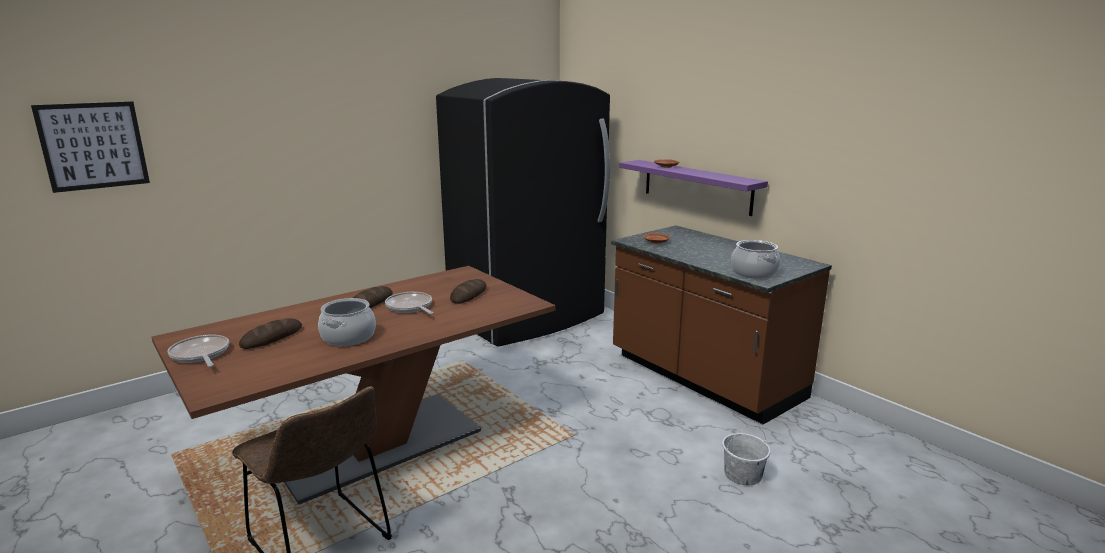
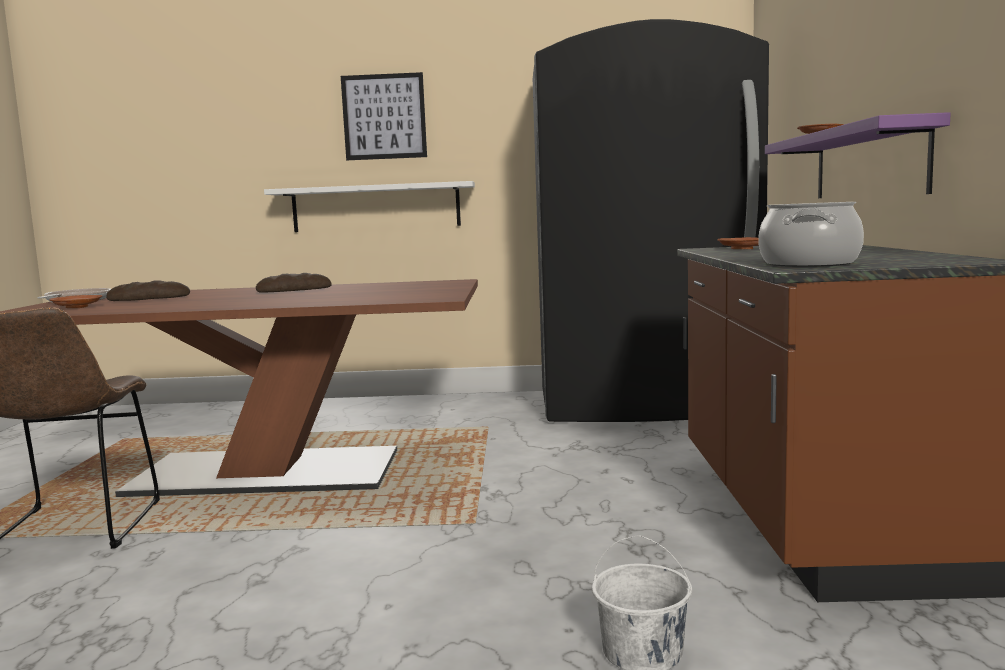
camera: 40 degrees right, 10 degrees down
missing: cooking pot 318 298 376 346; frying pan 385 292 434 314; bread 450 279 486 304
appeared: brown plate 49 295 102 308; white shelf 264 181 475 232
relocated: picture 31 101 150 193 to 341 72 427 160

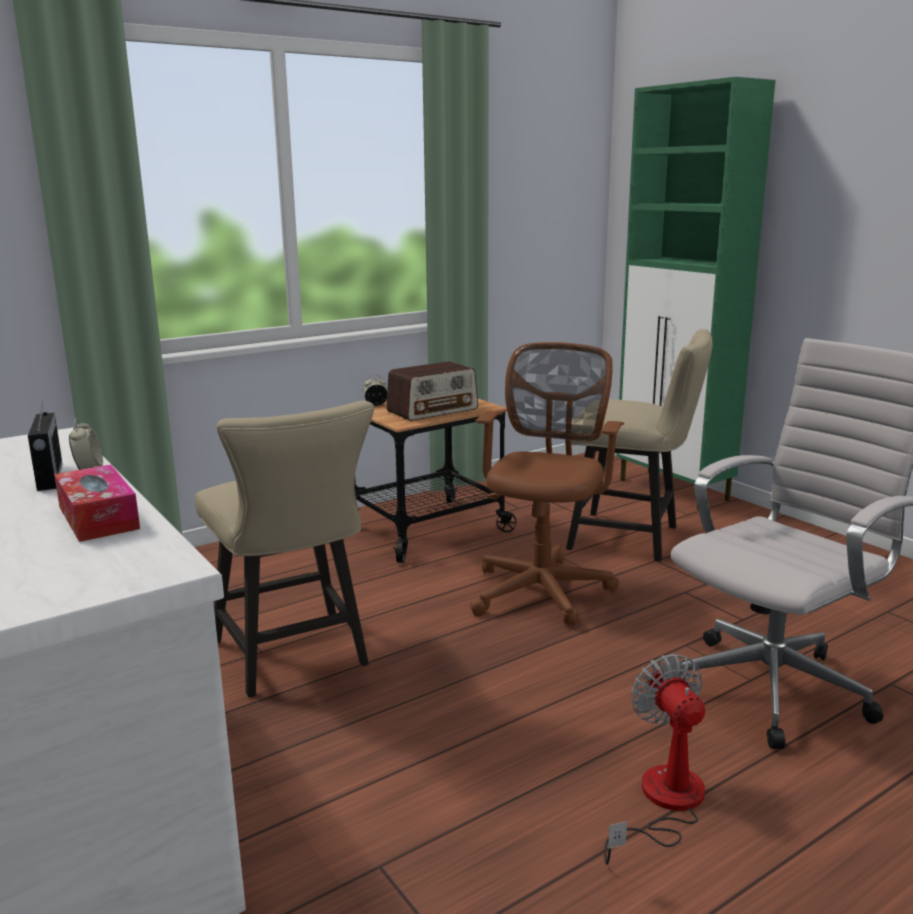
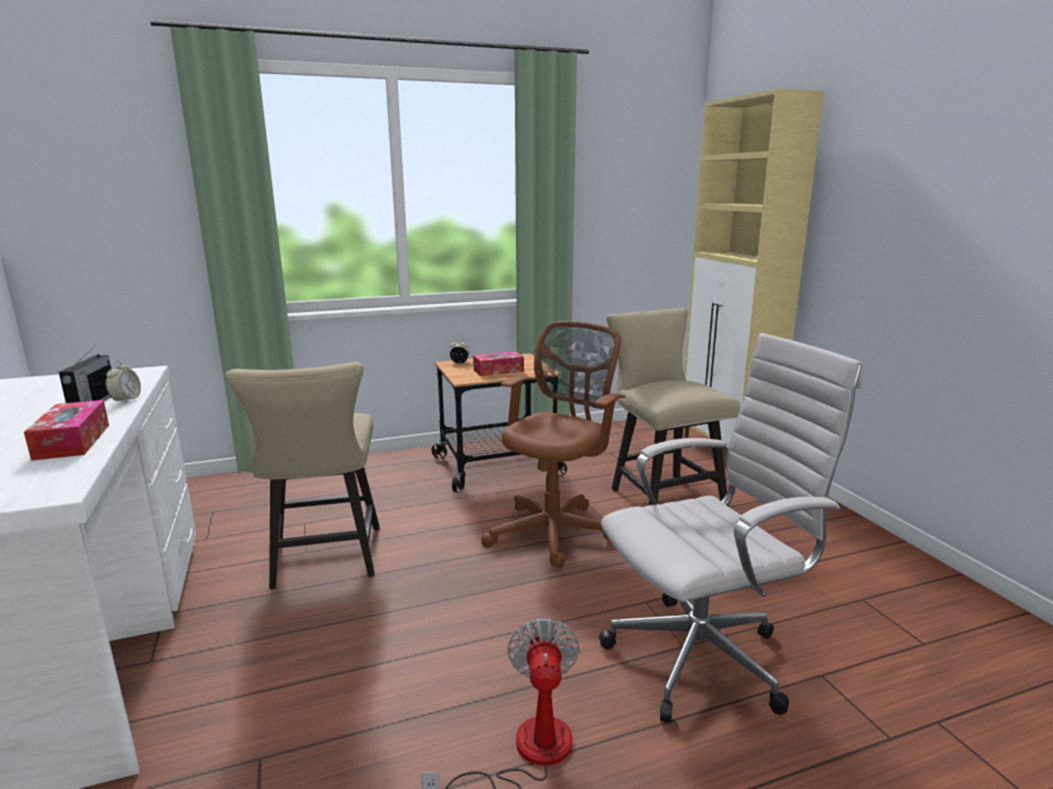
camera: 15 degrees right, 0 degrees up
exchanged: radio 386 361 478 421 to tissue box 473 351 524 376
colour: green cabinet 616 77 776 510 to beige cabinet 684 89 824 446
spun: beige chair 566 329 712 561 = 606 308 740 507 150 degrees counterclockwise

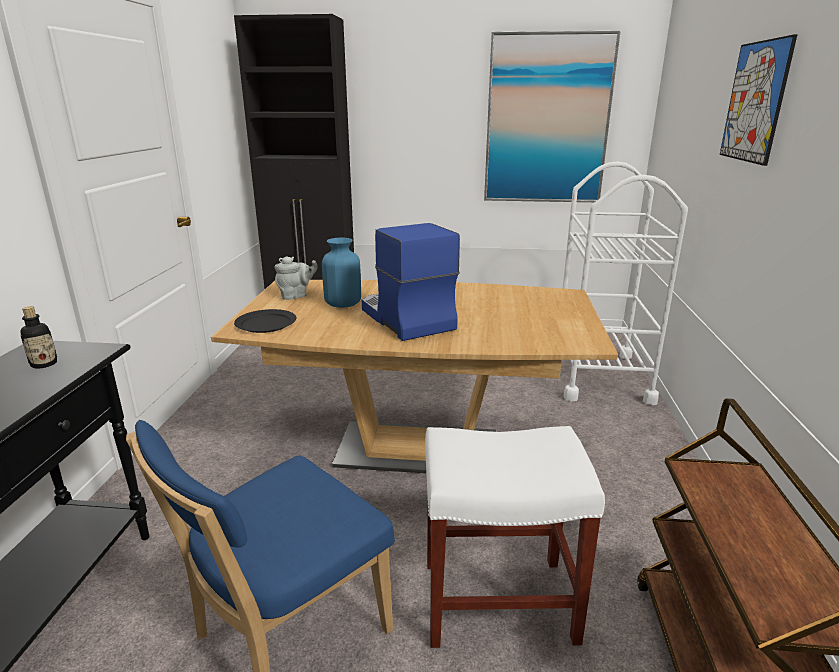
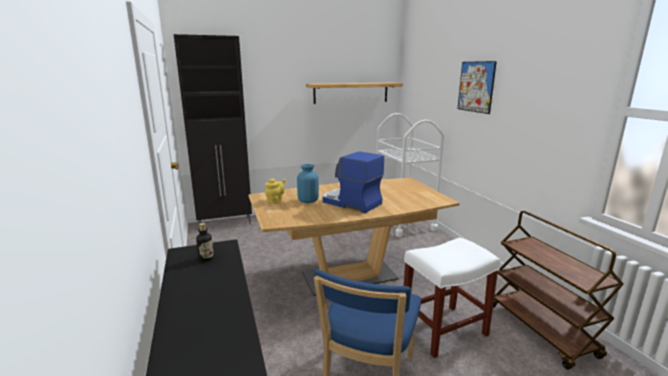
camera: 25 degrees left, 5 degrees down
missing: black plate 234 309 296 333
exchanged: picture 484 31 621 202 to shelf 306 83 403 104
colour: grey teapot 275 256 318 300 to yellow teapot 265 178 285 204

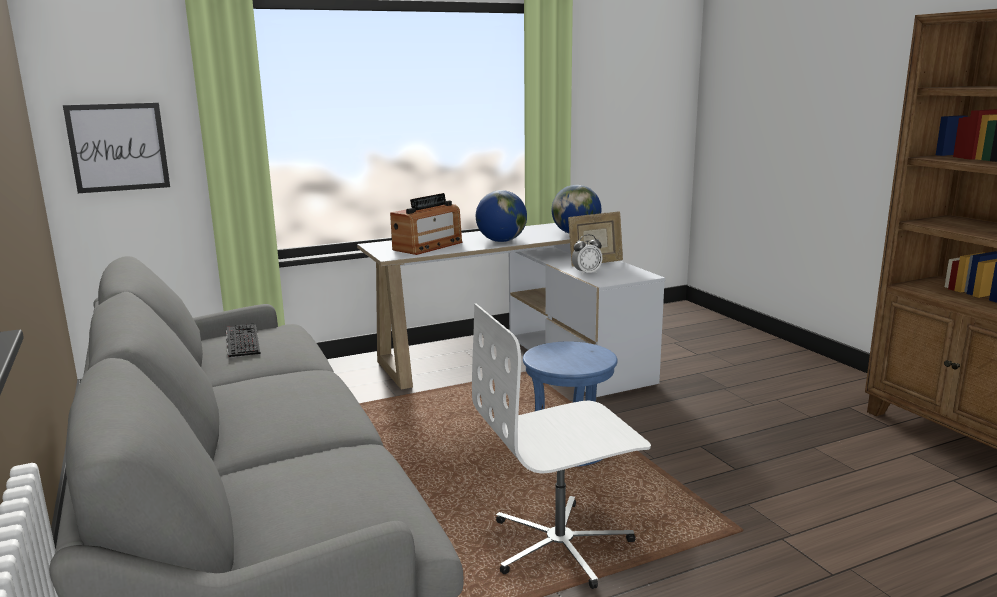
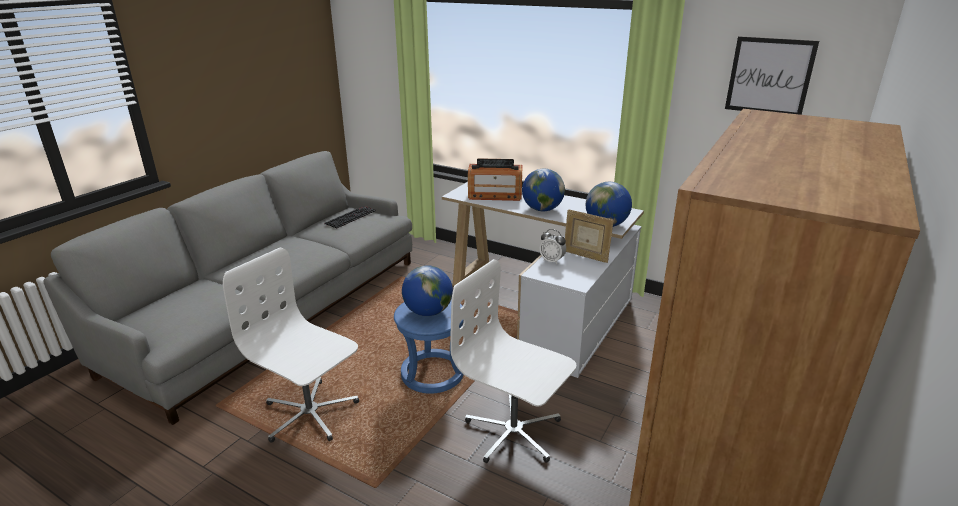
camera: 55 degrees right, 10 degrees up
appeared: globe 402 265 453 316; white office chair 450 259 576 463
relocated: picture 63 103 170 193 to 725 36 819 115

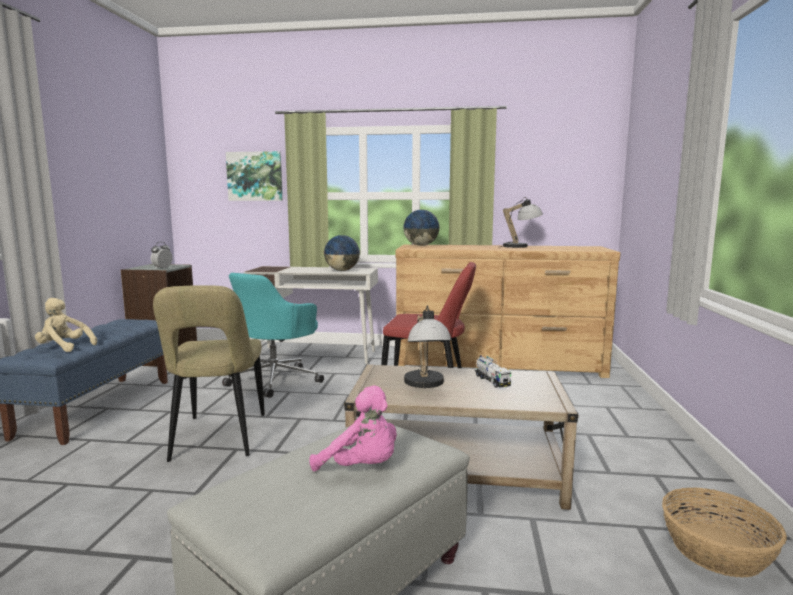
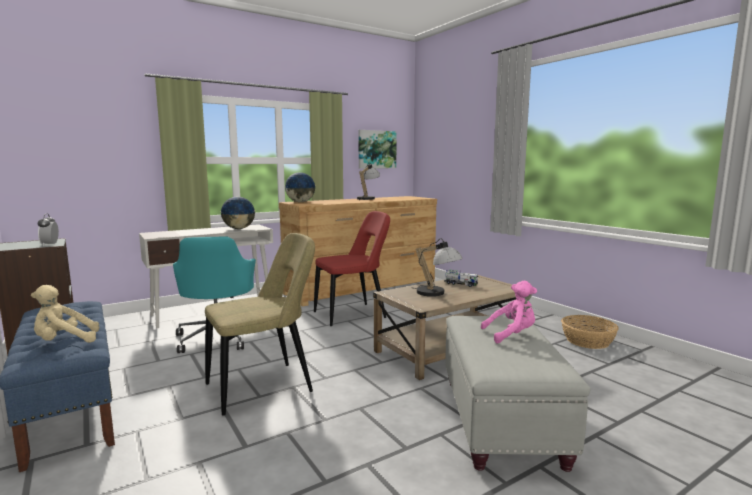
camera: 40 degrees left, 0 degrees up
relocated: picture 226 151 283 201 to 358 130 397 169
spun: beige chair 153 285 265 462 = 205 233 315 416 75 degrees counterclockwise

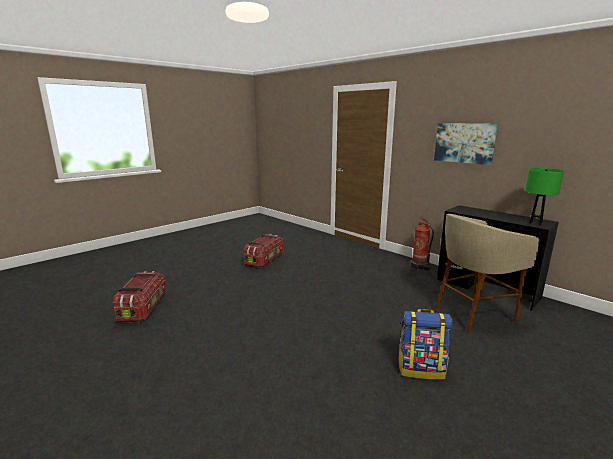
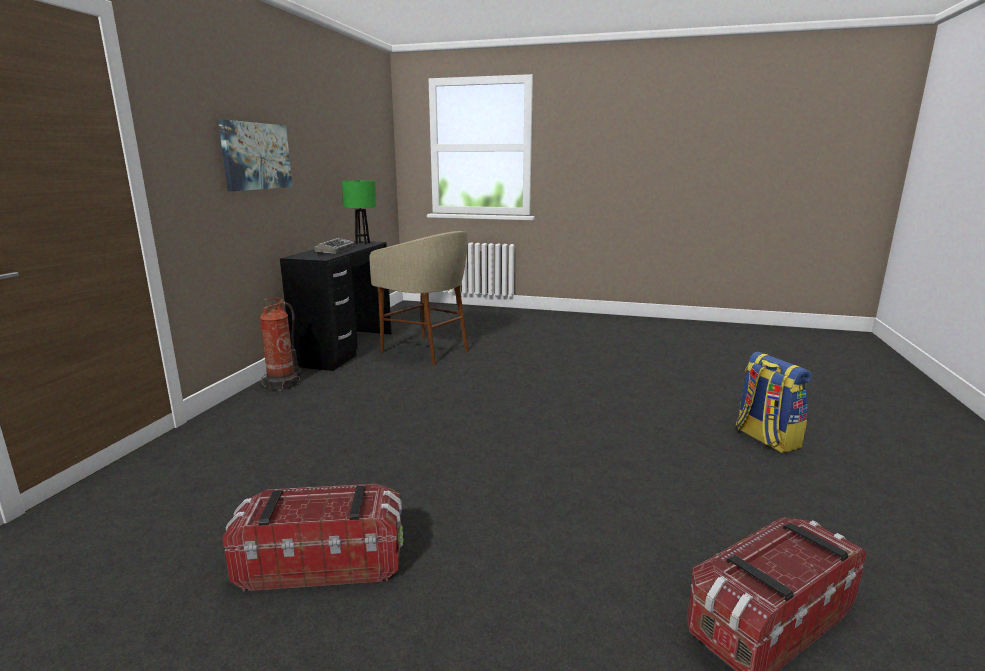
camera: 120 degrees left, 0 degrees up
appeared: keyboard 314 238 355 254
relocated: backpack 398 309 453 380 to 736 352 812 453

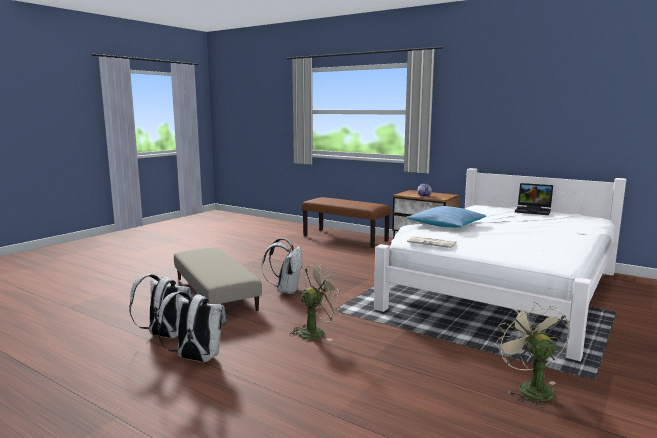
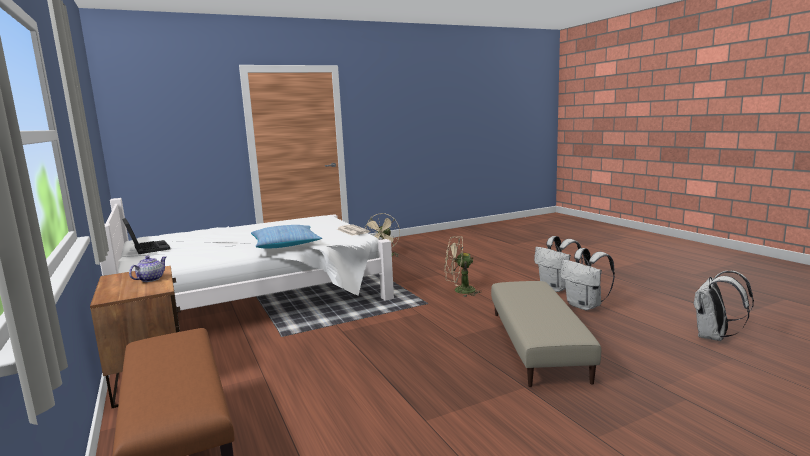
camera: 150 degrees left, 0 degrees up
relocated: white backpack 262 238 302 295 to 693 271 754 341

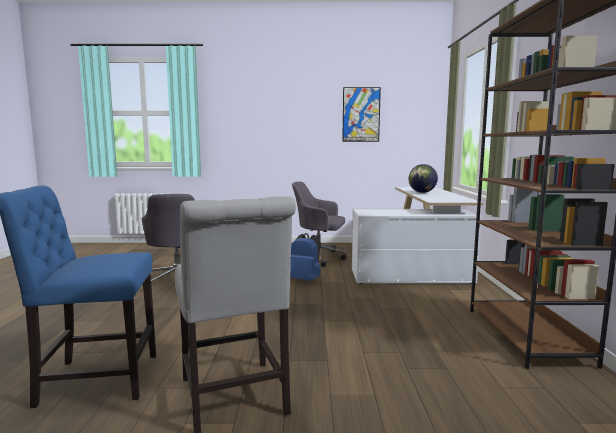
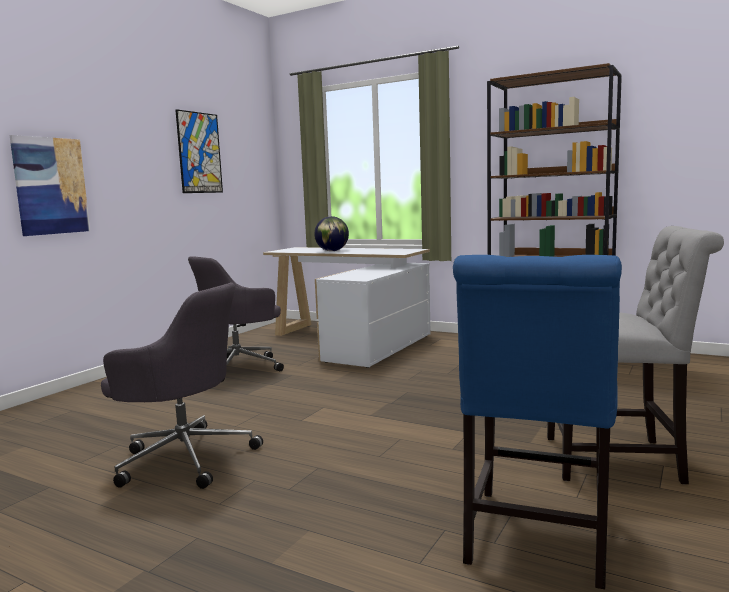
camera: 60 degrees left, 0 degrees up
missing: blue backpack 290 233 321 281
appeared: picture 9 135 90 236

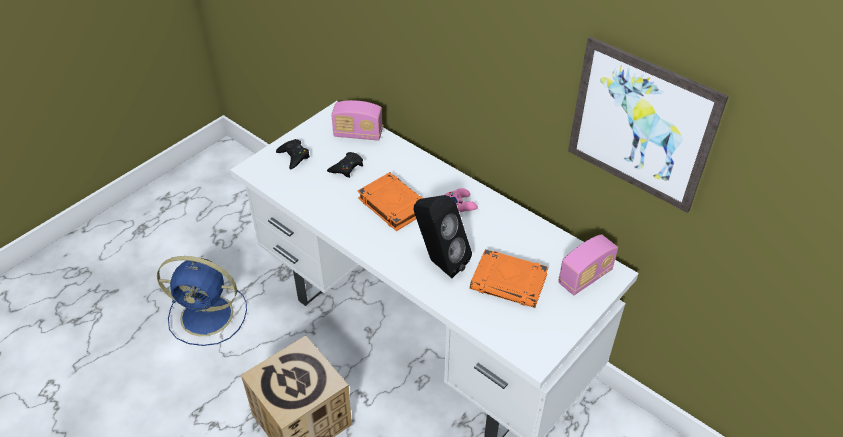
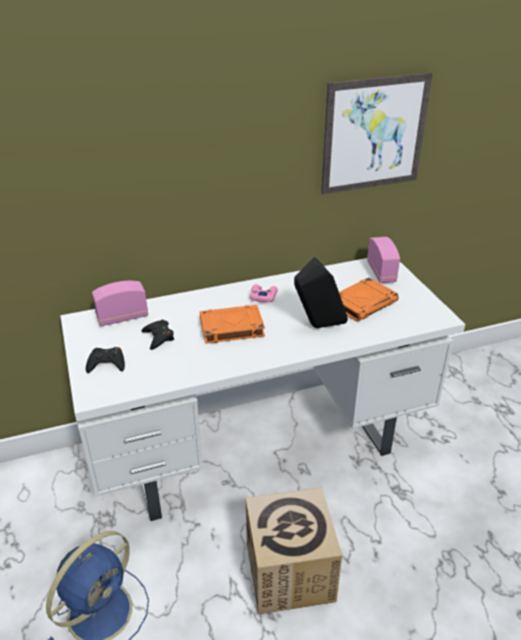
camera: 60 degrees left, 10 degrees down
spun: radio 331 100 383 141 = 92 281 148 327 150 degrees counterclockwise

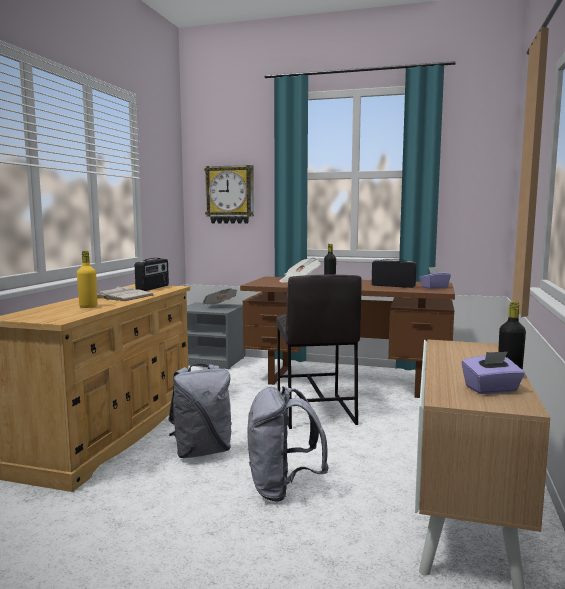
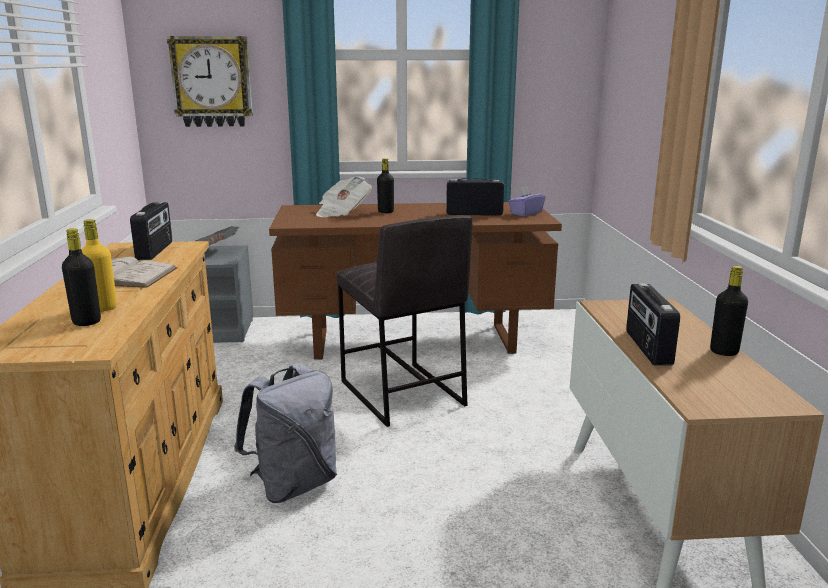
camera: 20 degrees left, 10 degrees up
missing: grey backpack 247 386 328 502; purple tissue box 462 351 525 394
appeared: black bottle 62 228 101 326; radio 626 283 680 366

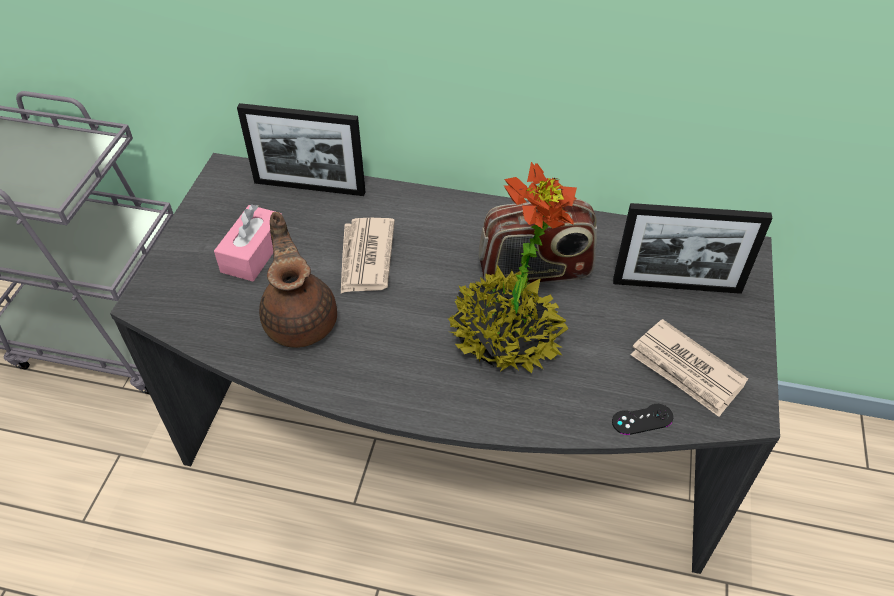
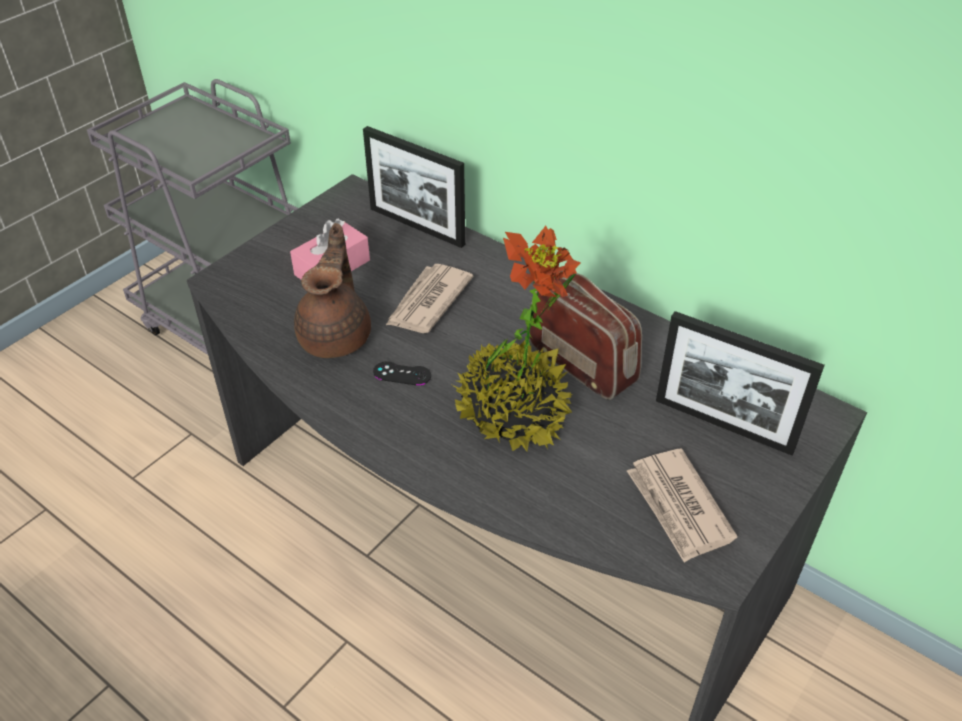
camera: 25 degrees right, 5 degrees down
relocated: black game controller 612 404 673 435 to 373 361 431 386
spun: radio 478 199 597 284 = 529 271 642 400 150 degrees counterclockwise

